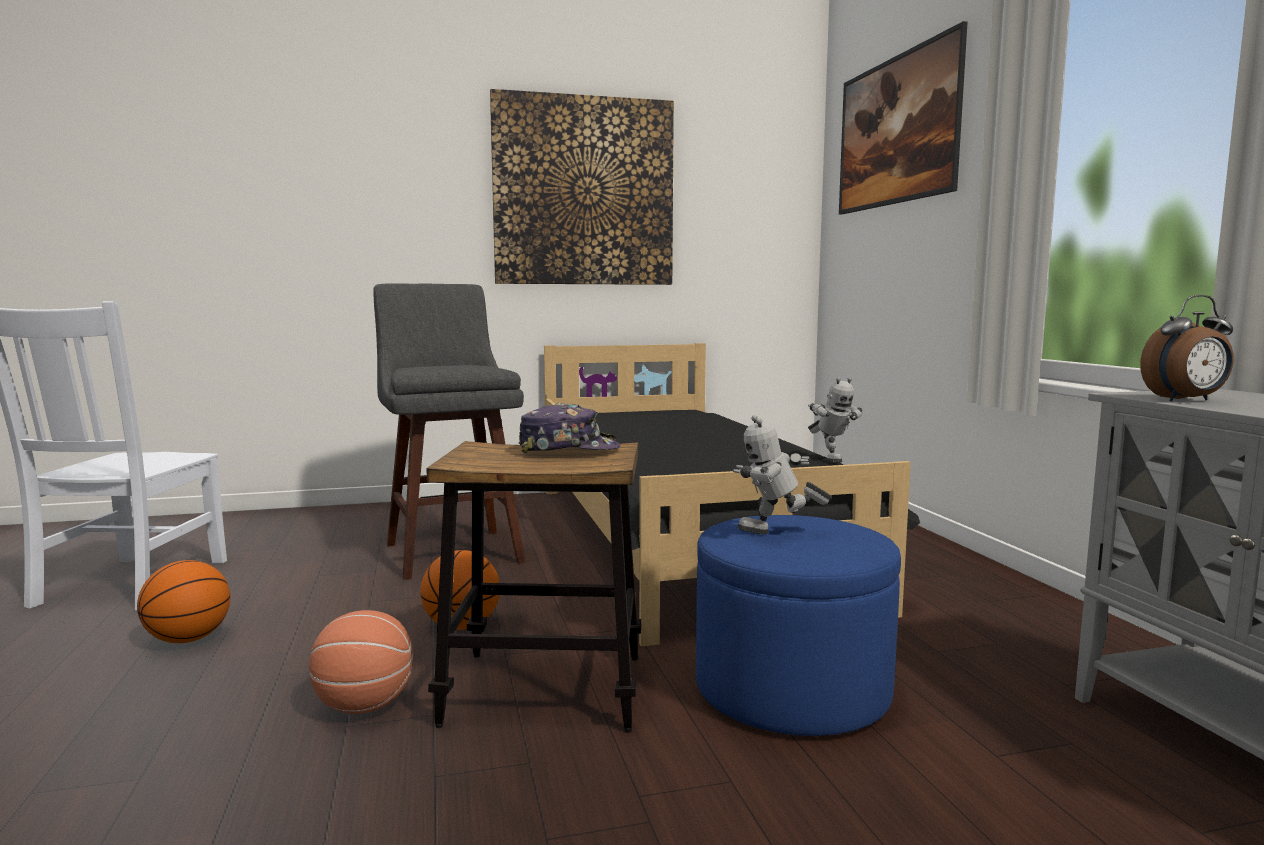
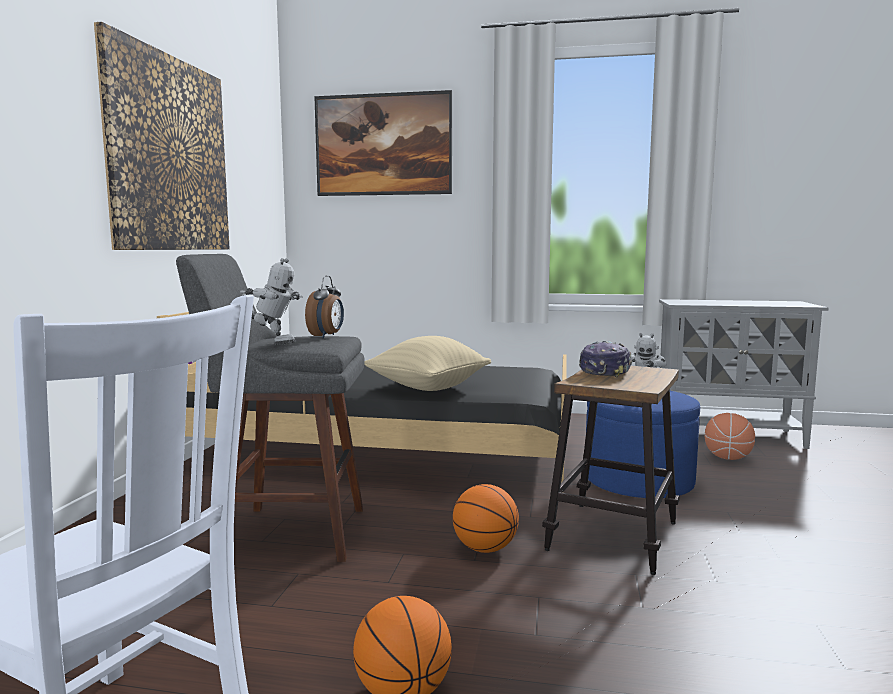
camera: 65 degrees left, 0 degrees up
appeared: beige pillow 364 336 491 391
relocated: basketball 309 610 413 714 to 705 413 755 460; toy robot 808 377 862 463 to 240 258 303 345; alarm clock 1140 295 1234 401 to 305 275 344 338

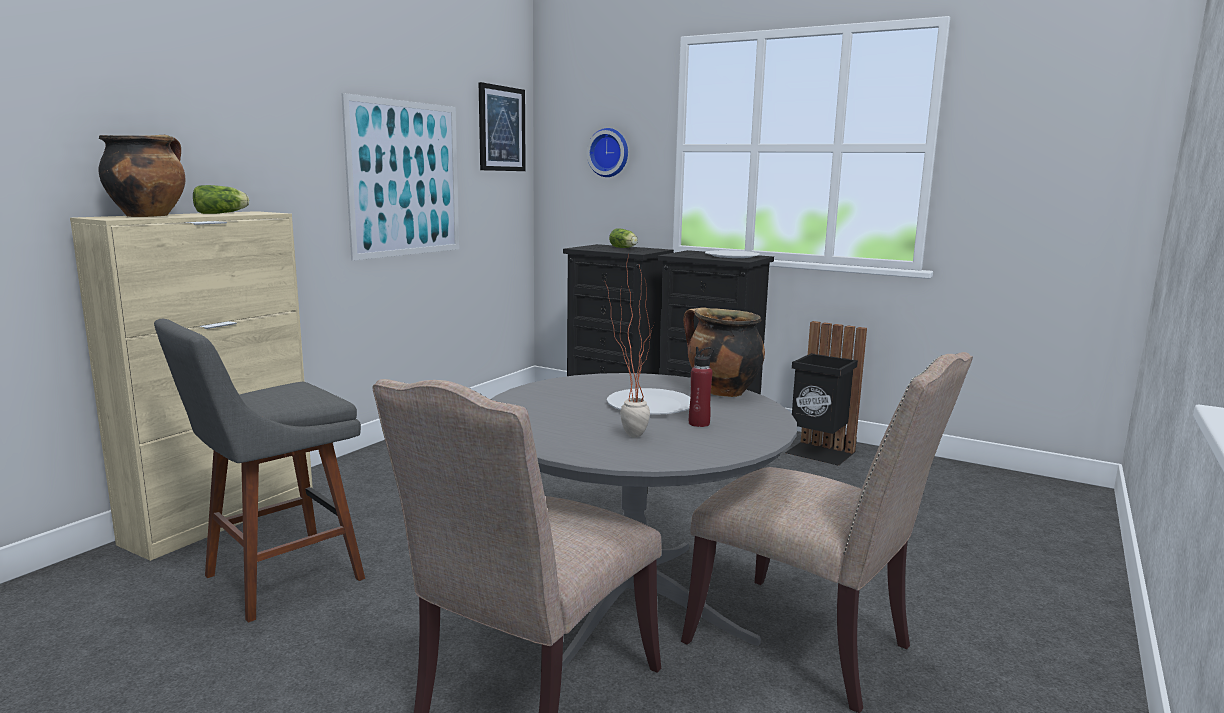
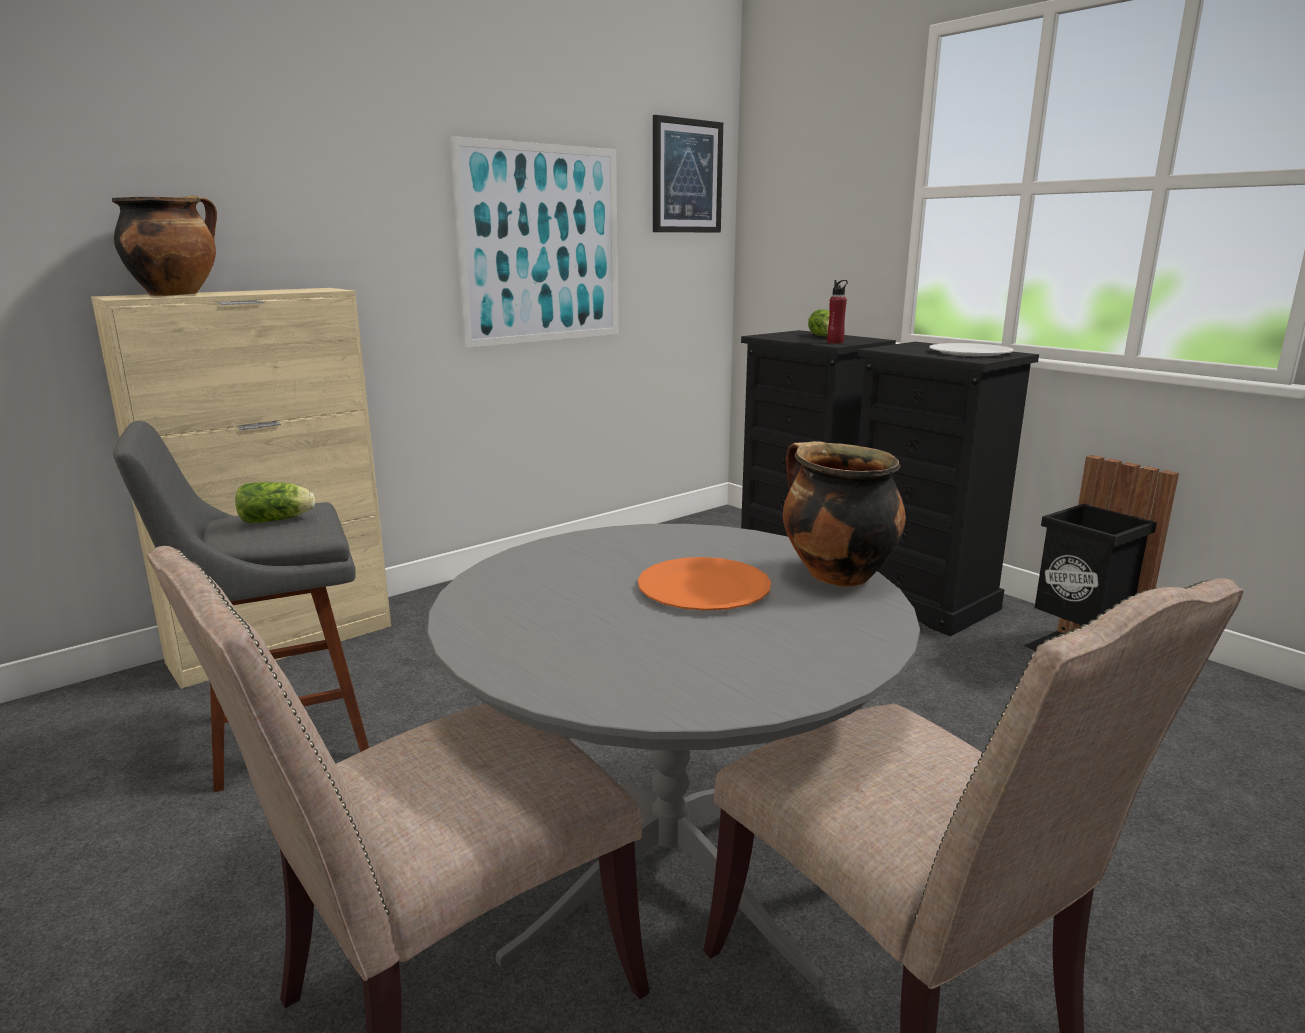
camera: 20 degrees right, 5 degrees up
missing: wall clock 587 128 628 177; potted plant 604 255 654 438
relocated: lettuce 193 185 249 214 to 236 482 315 523; red bottle 689 347 714 427 to 827 280 848 344
colour: white plate 607 388 690 415 to orange plate 638 557 771 611

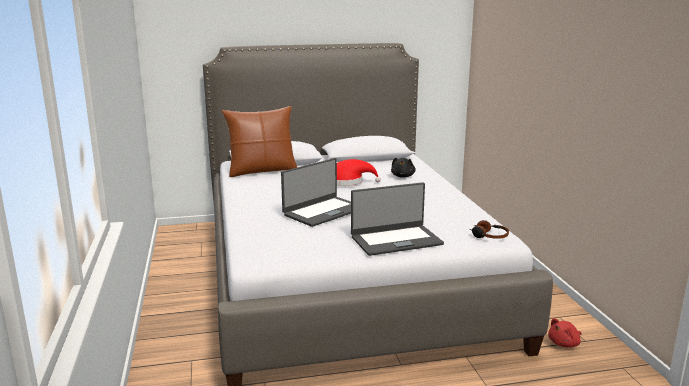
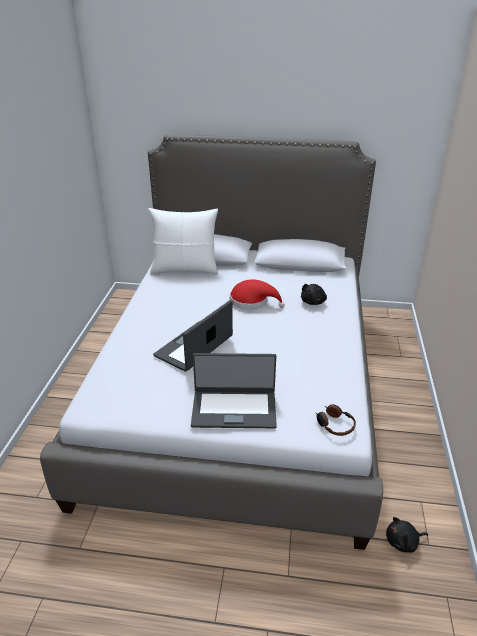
camera: 20 degrees right, 15 degrees up
colour: brown pillow 222 106 297 177 to white pillow 148 208 218 275; red plush toy 548 318 582 348 to black plush toy 386 517 428 552
spun: laptop 281 158 351 227 = 153 300 233 372 150 degrees clockwise

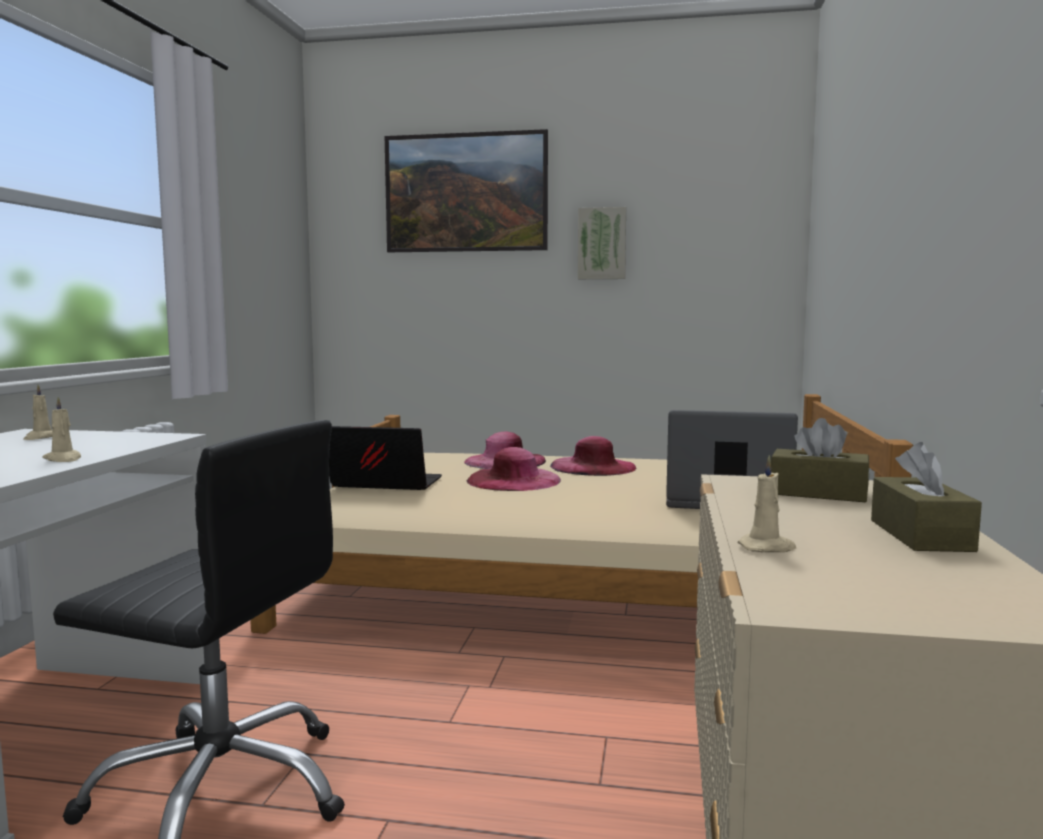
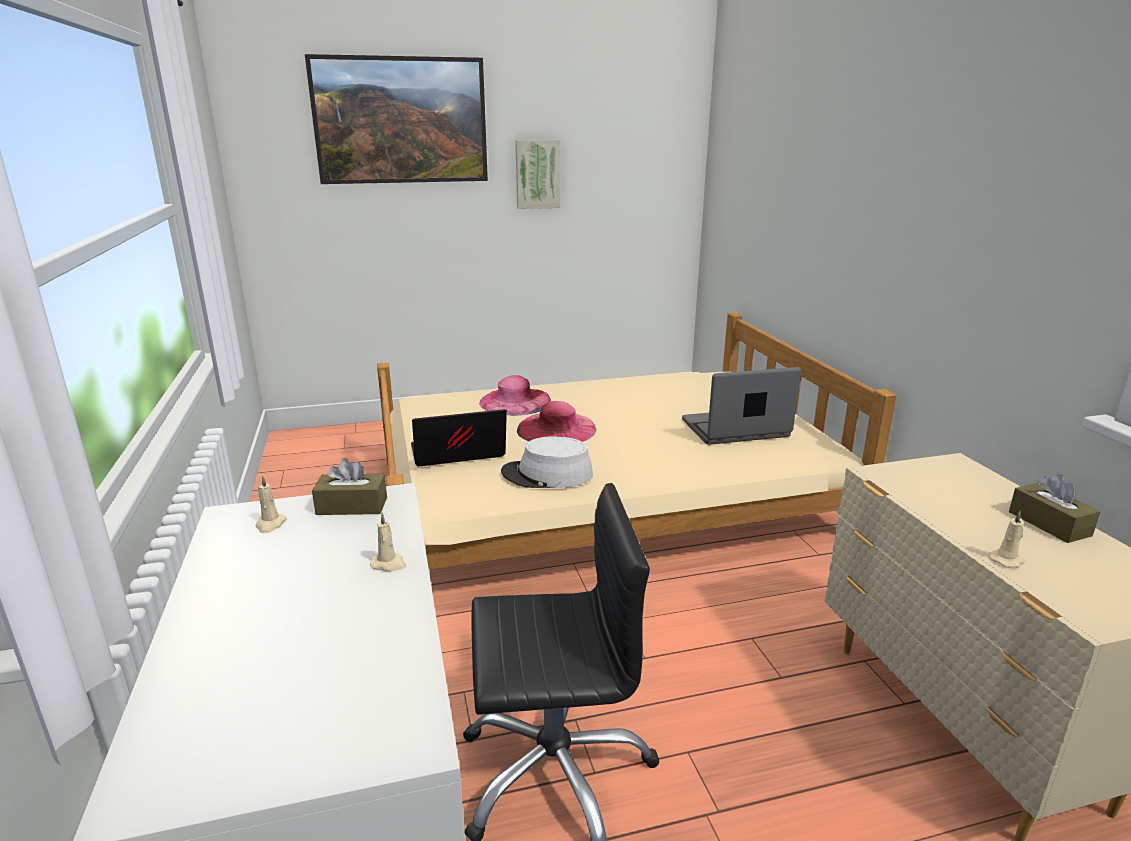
camera: 25 degrees left, 15 degrees up
missing: pink hat 550 436 636 476
appeared: grey hat 501 436 593 488
relocated: brown tissue box 771 418 870 502 to 312 458 387 515

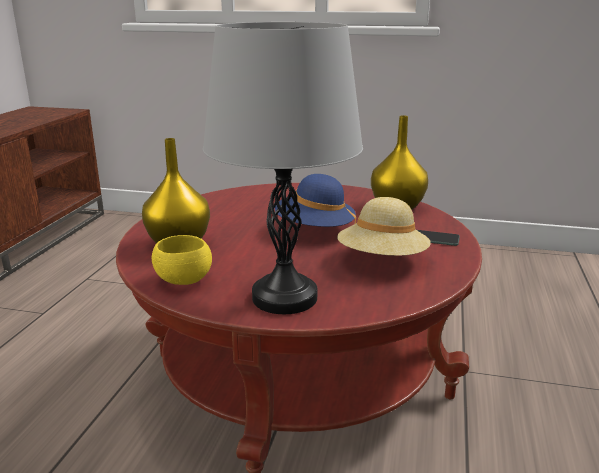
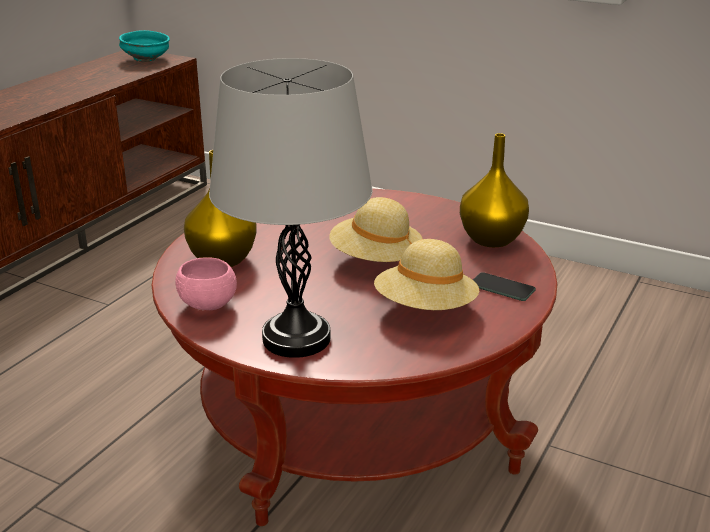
camera: 15 degrees right, 5 degrees up
appeared: turquoise bowl 119 30 170 62
colour: yellow bowl 152 235 212 285 to pink bowl 175 257 237 310; blue hat 275 174 356 227 to beige hat 329 197 423 262

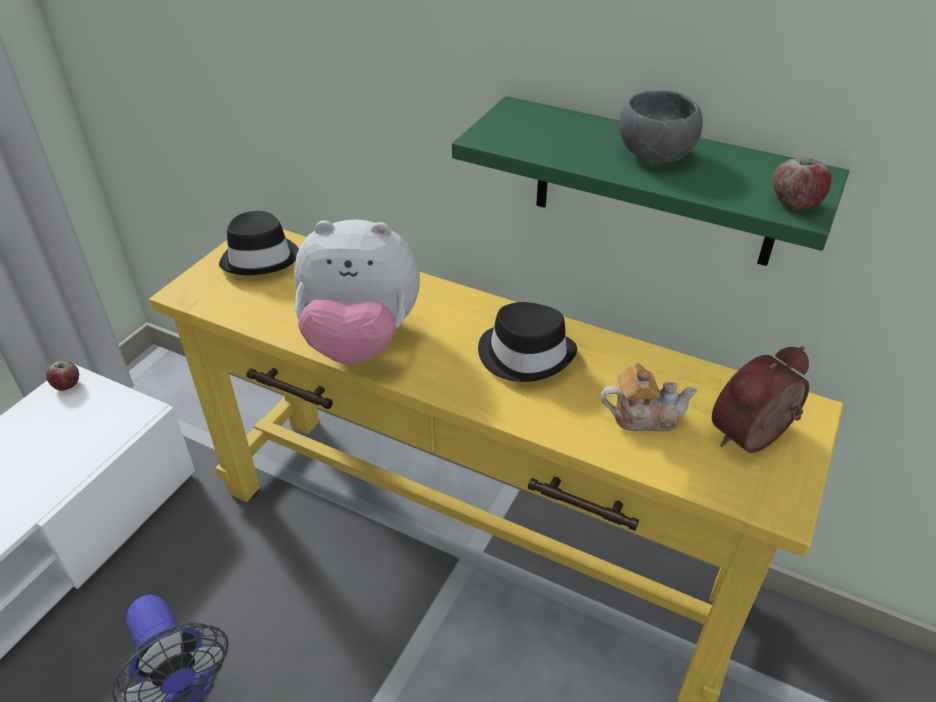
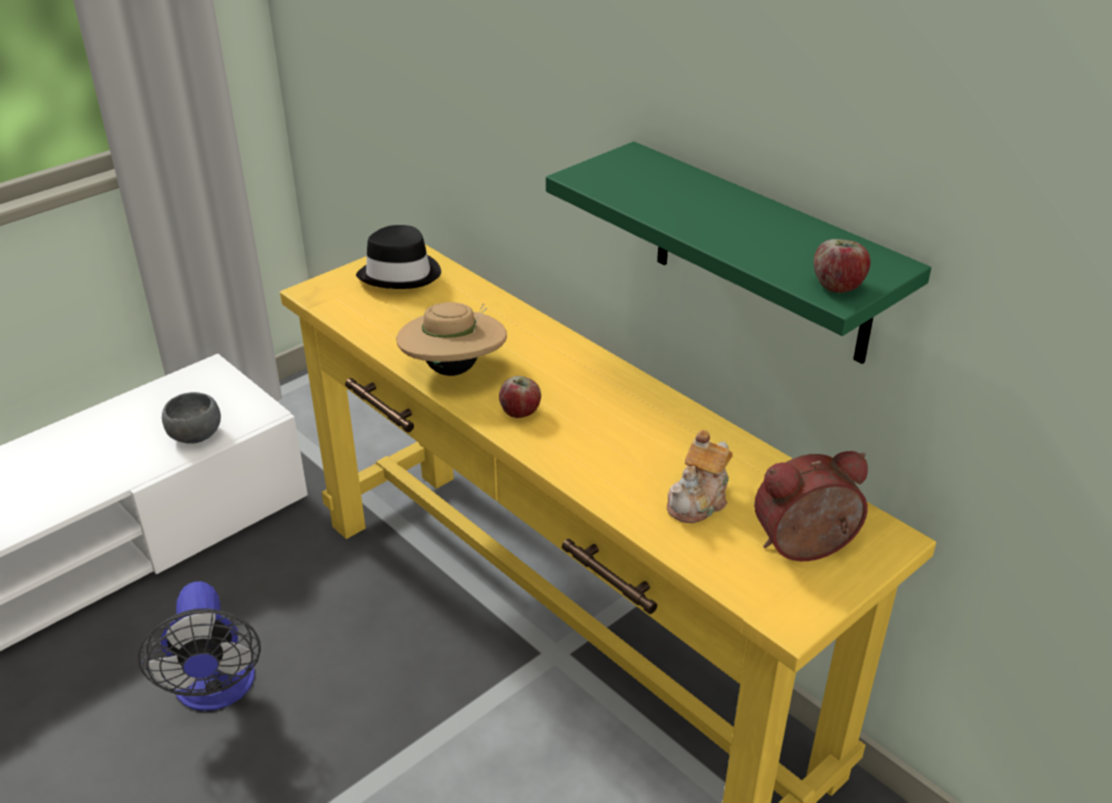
camera: 20 degrees right, 5 degrees down
missing: black hat 478 302 577 382
relocated: apple 46 361 79 391 to 499 376 541 418; grey bowl 619 91 703 162 to 162 392 221 444
exchanged: plush toy 294 220 420 364 to beige hat 396 302 507 376
spun: teapot 601 363 697 431 = 667 430 733 523 105 degrees clockwise

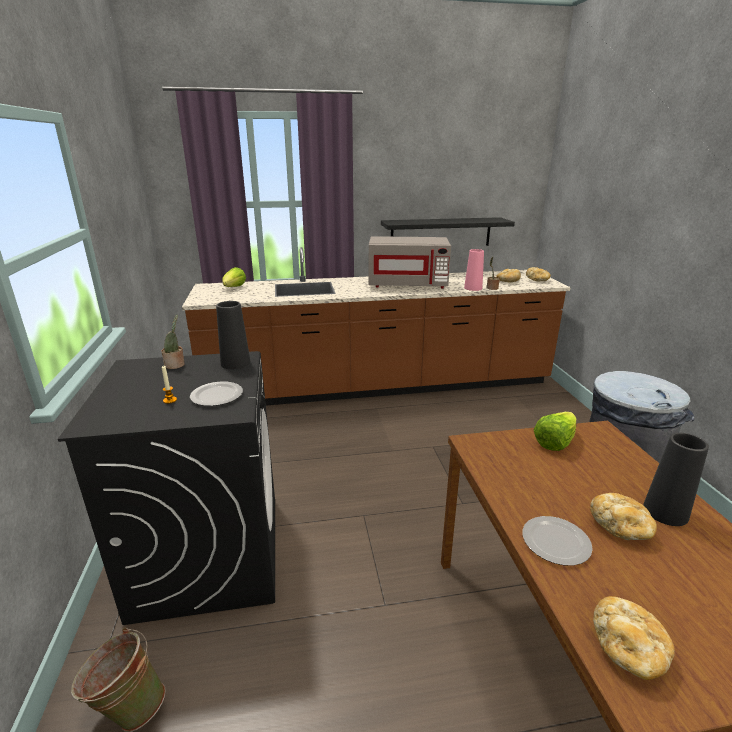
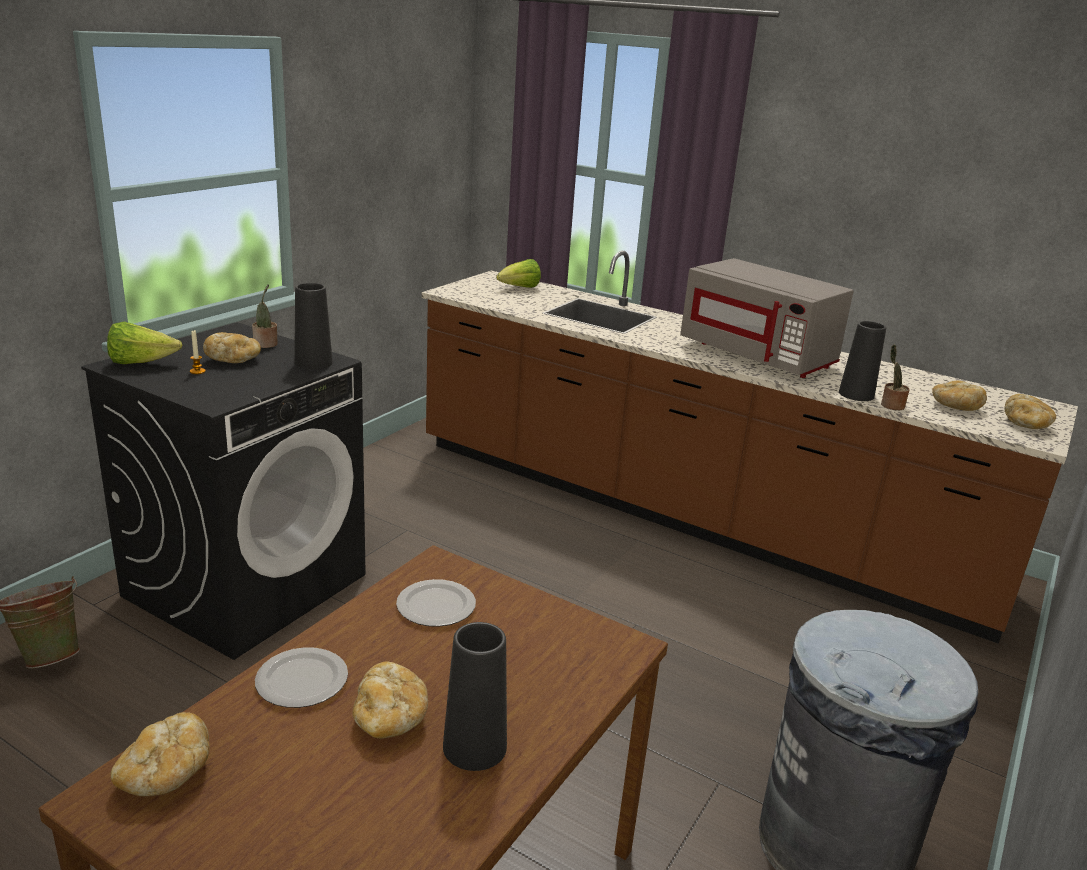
camera: 40 degrees right, 0 degrees up
missing: black shelf 381 217 515 246
appeared: bread 203 332 261 363
relocated: plate 190 382 243 406 to 396 579 476 627; lettuce 534 412 576 451 to 107 322 182 364
colour: pink vase 464 249 484 291 to black vase 839 321 886 401

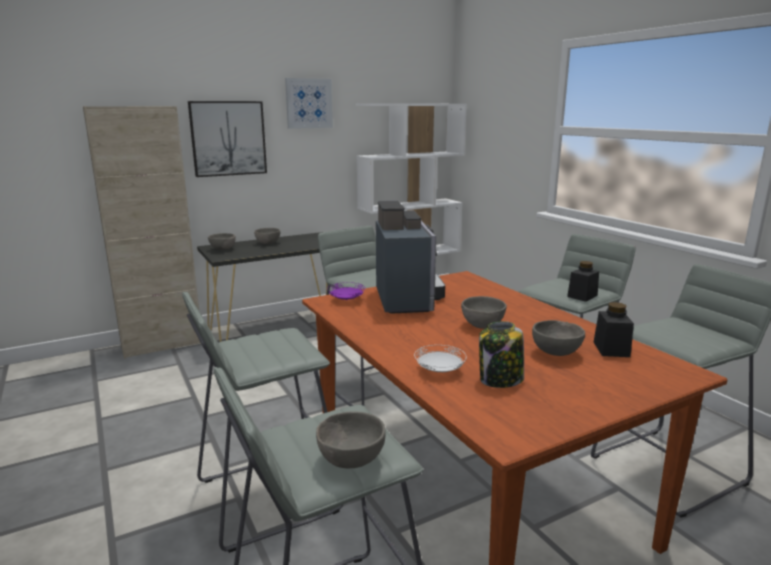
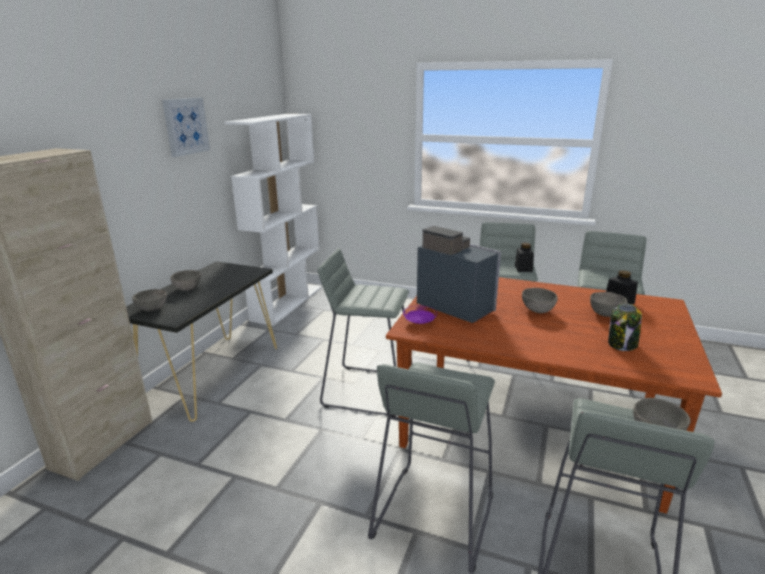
camera: 40 degrees left, 5 degrees up
missing: picture 188 101 267 177; white plate 414 345 466 372

